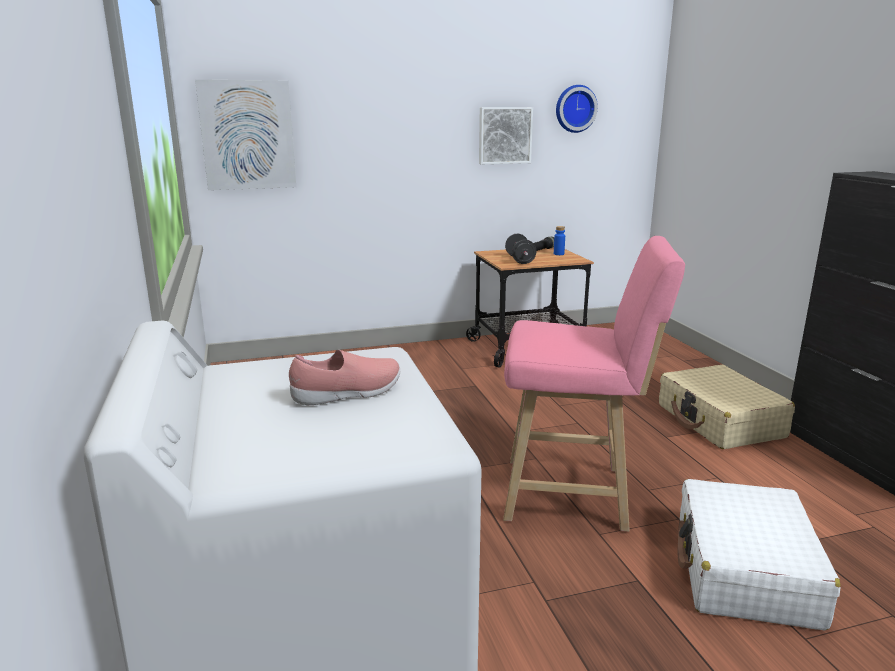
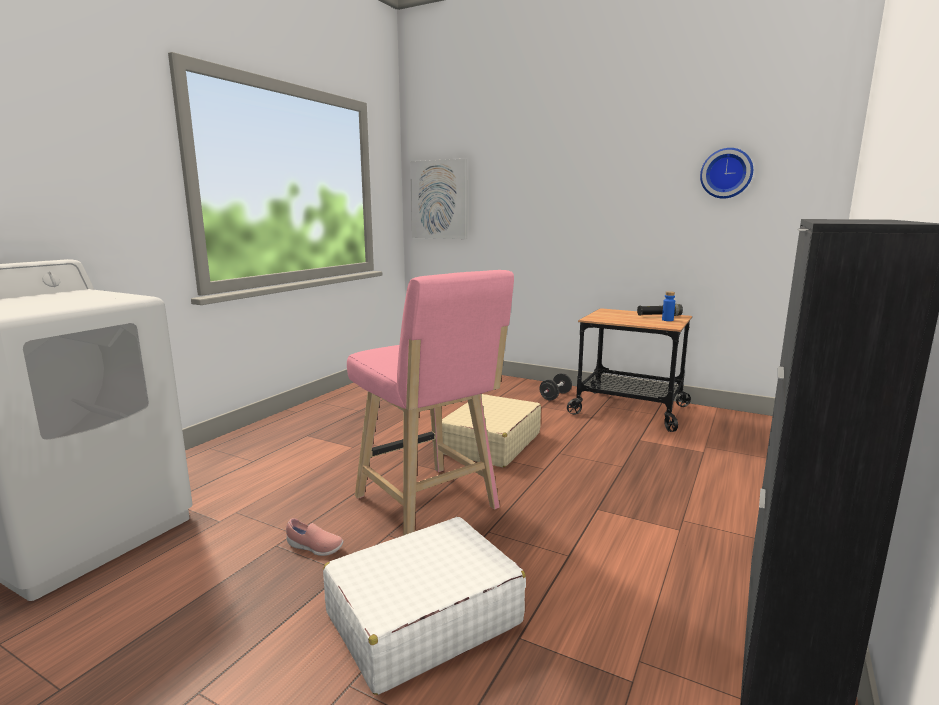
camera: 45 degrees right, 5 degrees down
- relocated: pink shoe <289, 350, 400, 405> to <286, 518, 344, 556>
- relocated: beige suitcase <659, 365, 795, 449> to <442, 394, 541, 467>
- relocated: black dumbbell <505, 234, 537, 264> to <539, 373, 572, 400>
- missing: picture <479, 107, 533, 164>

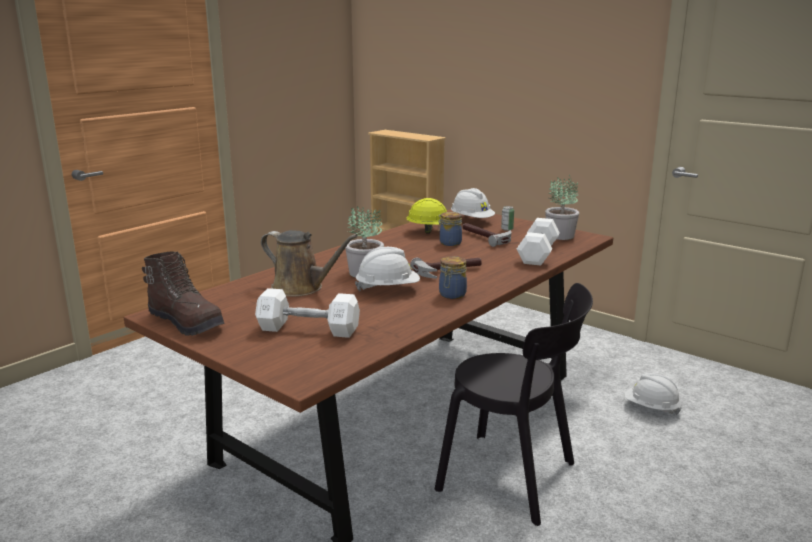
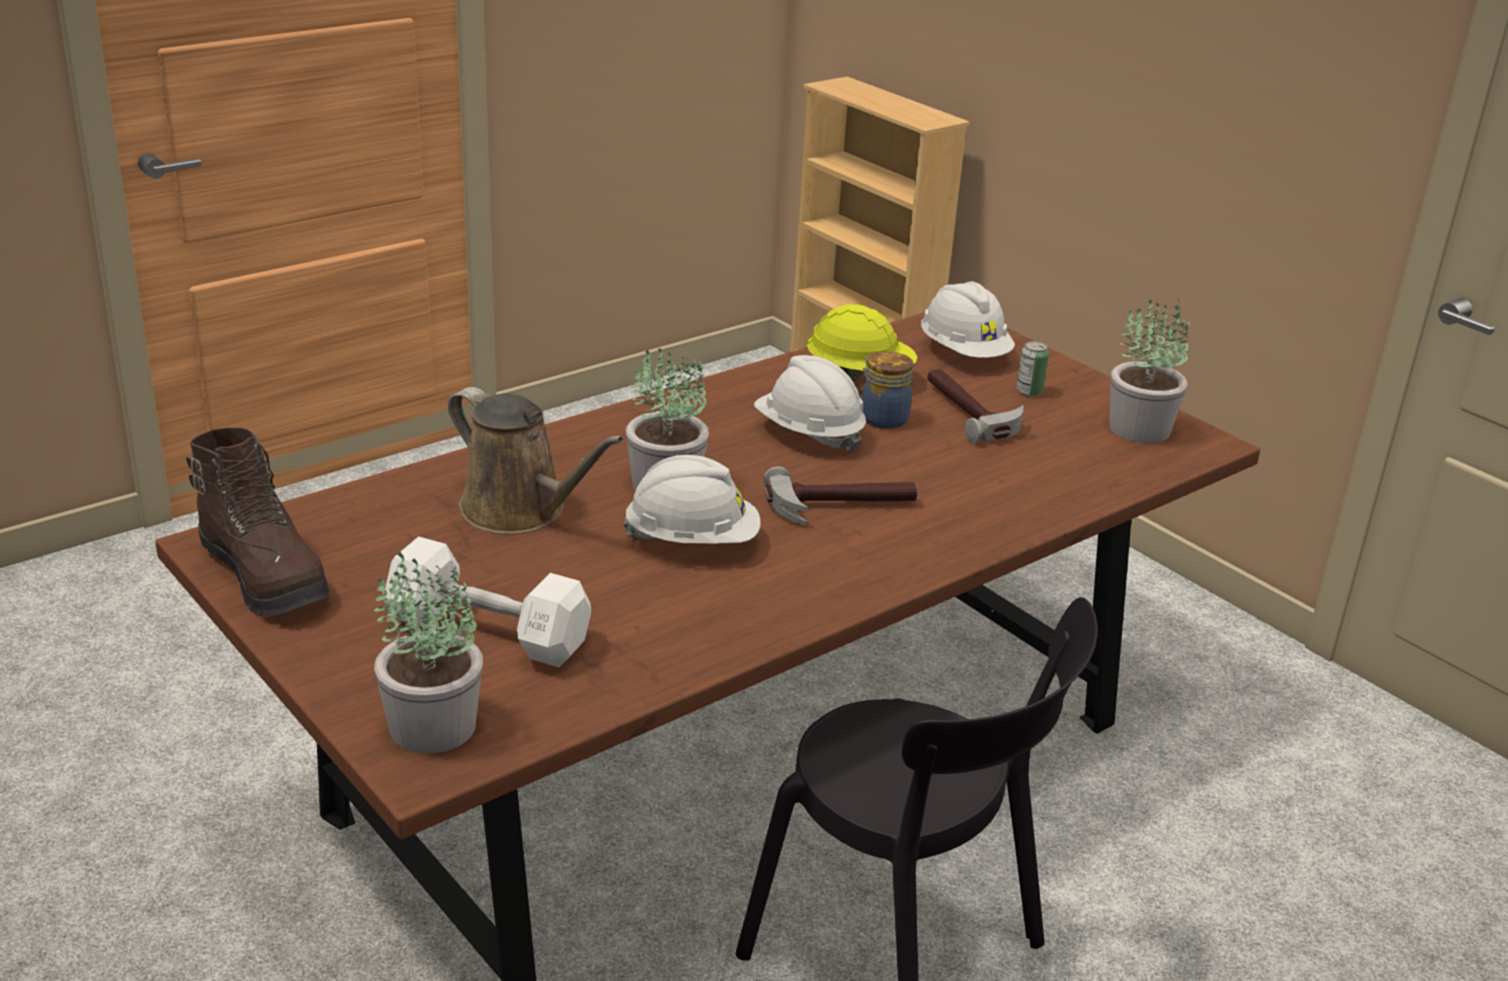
camera: 10 degrees right, 10 degrees up
- appeared: potted plant <374, 551, 483, 754>
- relocated: white hard hat <625, 373, 682, 415> to <754, 355, 866, 453>
- missing: jar <439, 256, 467, 299>
- missing: white dumbbell <517, 218, 560, 266>

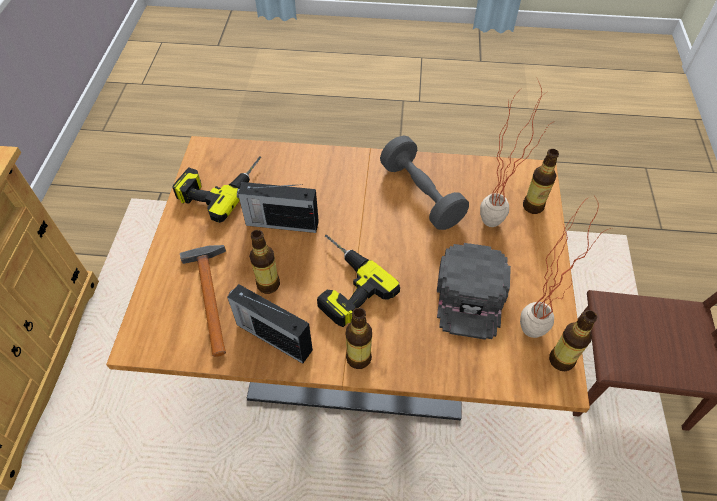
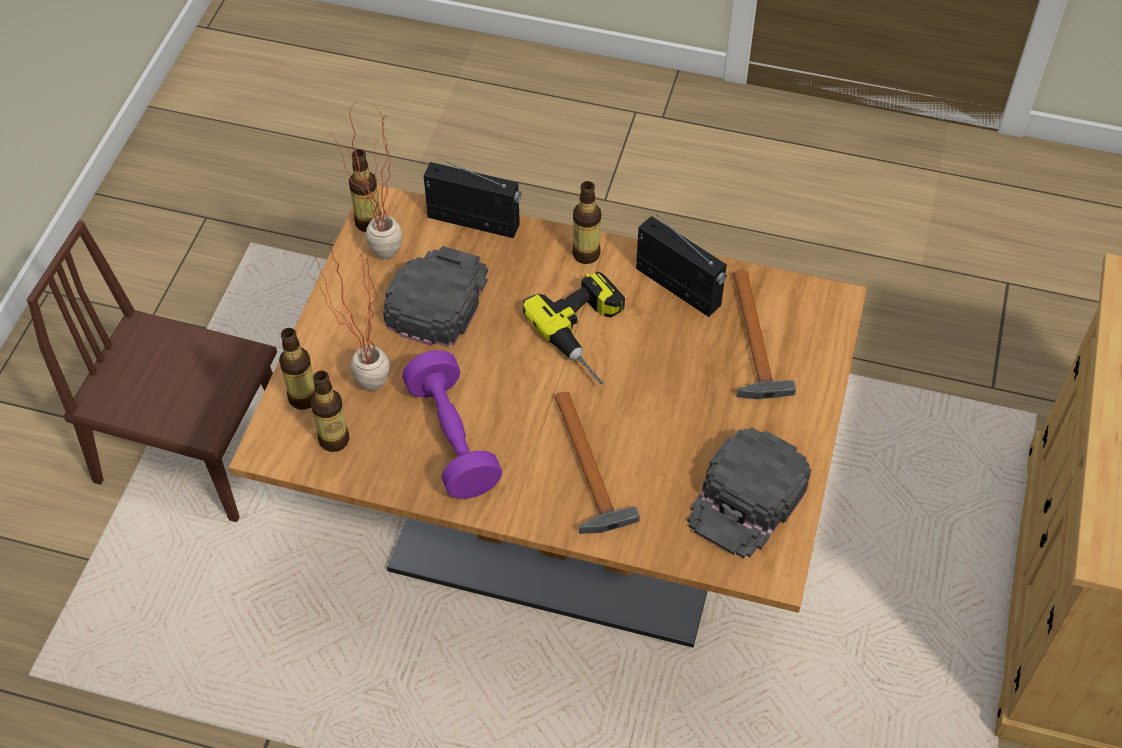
camera: 170 degrees left, 0 degrees up
- relocated: bottle <249, 230, 280, 294> to <310, 371, 349, 452>
- colour: grey dumbbell <380, 136, 469, 230> to purple dumbbell <402, 350, 502, 499>
- relocated: radio <237, 182, 319, 233> to <423, 158, 521, 238>
- appeared: hammer <554, 392, 640, 534>
- exchanged: power drill <172, 156, 261, 223> to black cap <687, 428, 811, 558>

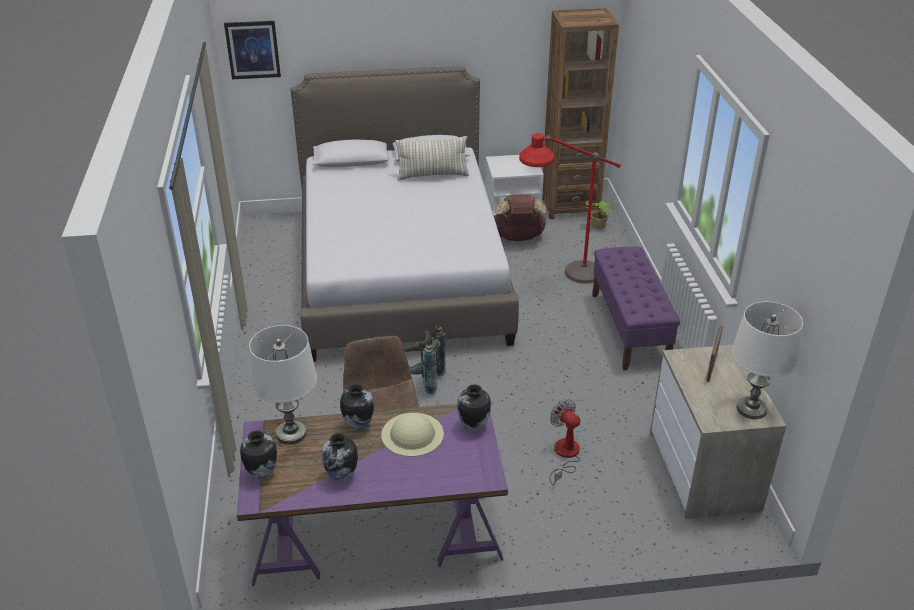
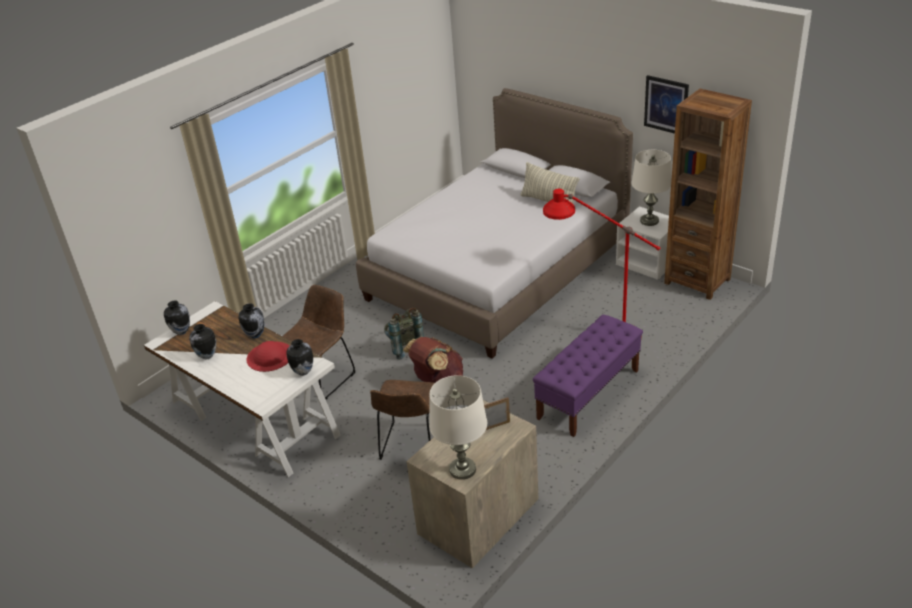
camera: 50 degrees right, 0 degrees up
- colour: purple desk <237, 404, 508, 586> to white desk <144, 301, 340, 477>
- colour: beige hat <381, 413, 444, 457> to red hat <247, 341, 289, 372>
- exchanged: fan <550, 399, 580, 486> to brown chair <370, 380, 435, 460>
- relocated: brown backpack <494, 195, 546, 241> to <403, 337, 463, 383>
- relocated: white table lamp <249, 325, 317, 445> to <632, 150, 672, 226>
- relocated: picture <224, 21, 281, 79> to <644, 75, 689, 134>
- missing: potted plant <584, 201, 611, 229>

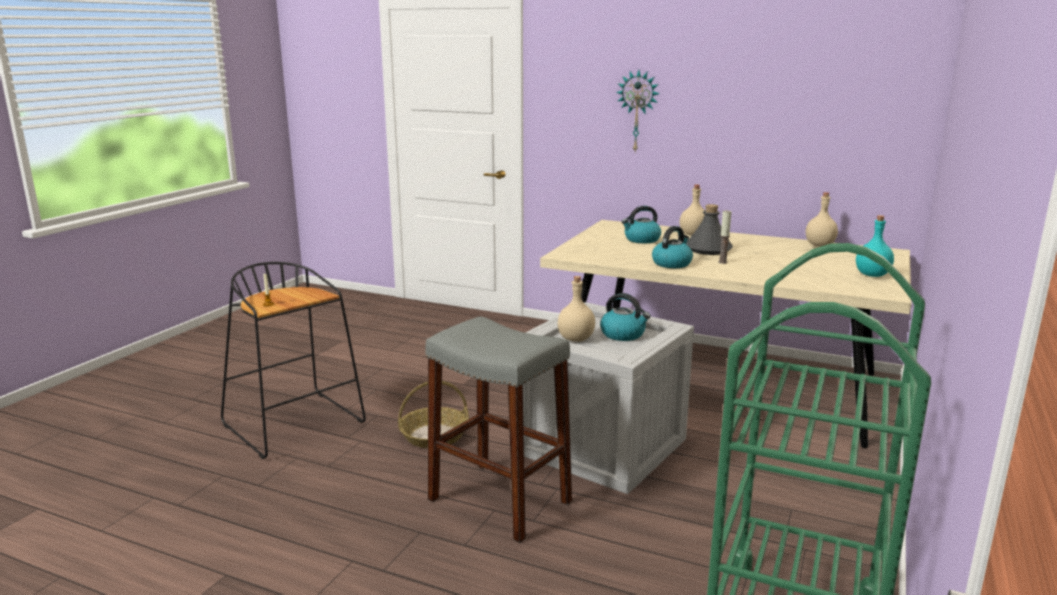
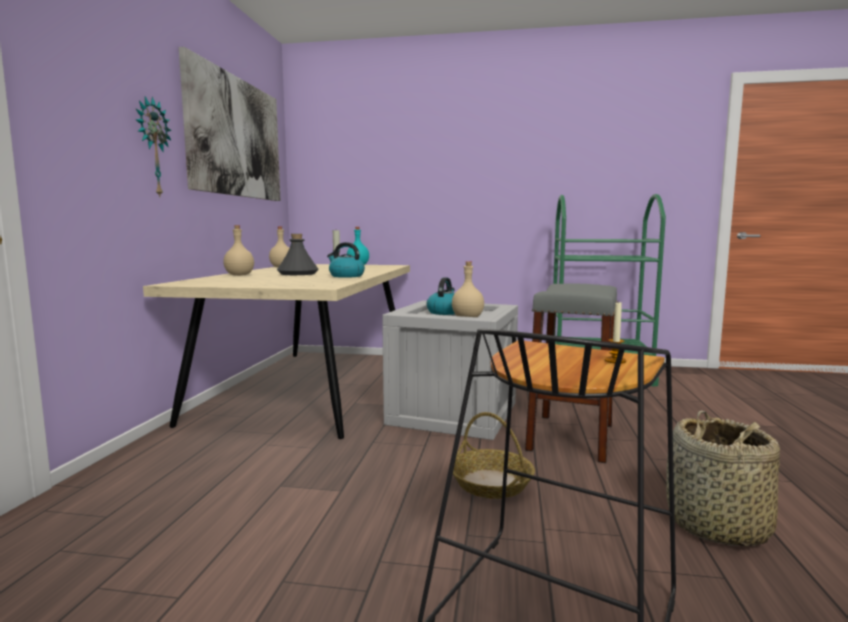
camera: 105 degrees left, 10 degrees down
- appeared: picture <179, 47, 281, 201>
- appeared: basket <666, 411, 780, 547>
- missing: kettle <622, 206, 661, 243>

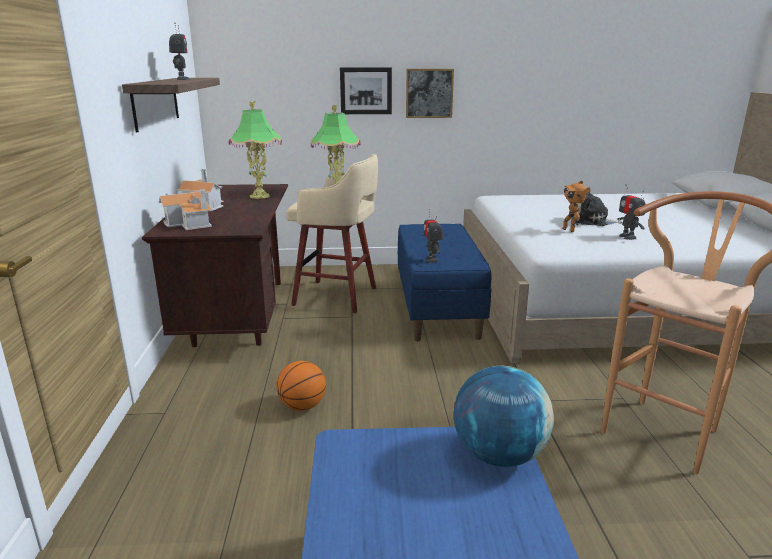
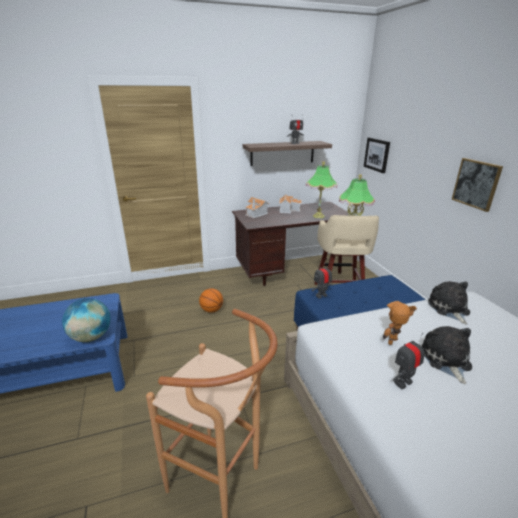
camera: 75 degrees right, 5 degrees up
- relocated: picture <340, 67, 392, 114> to <364, 137, 390, 173>
- appeared: plush toy <428, 281, 470, 324>

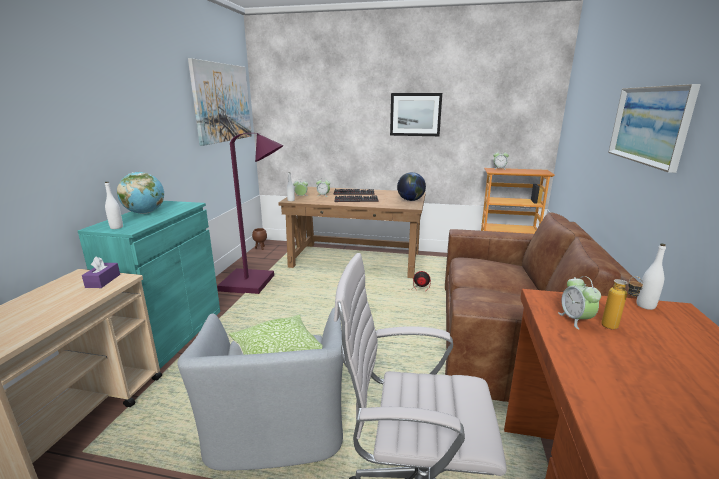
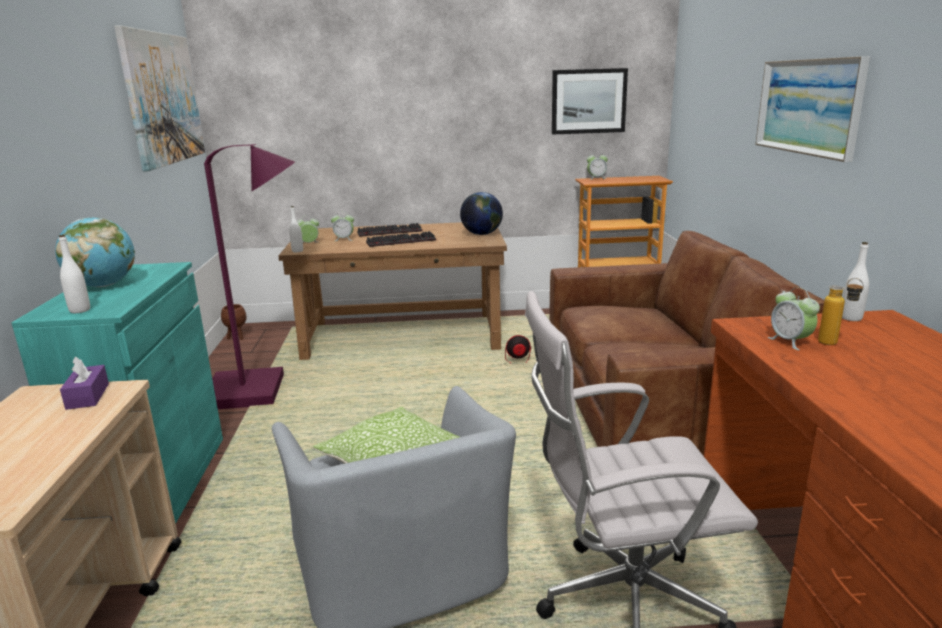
camera: 15 degrees left, 0 degrees up
- relocated: picture <390, 93, 442, 136> to <552, 68, 628, 134>

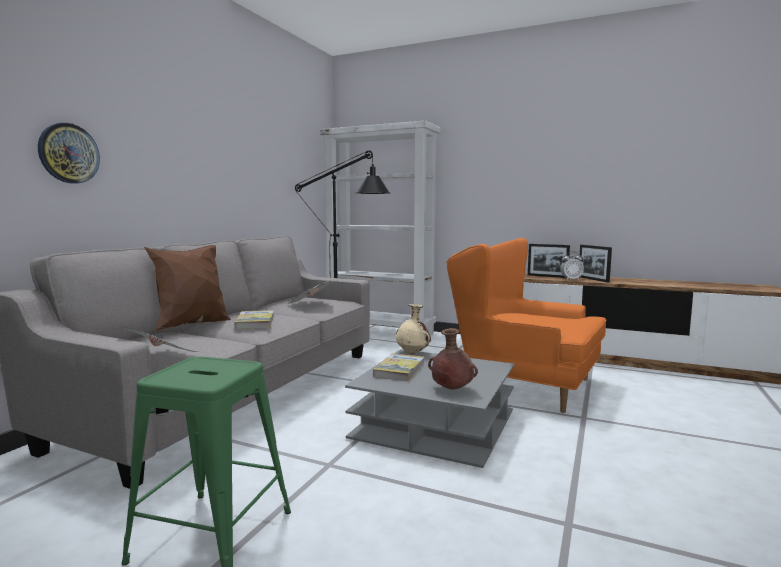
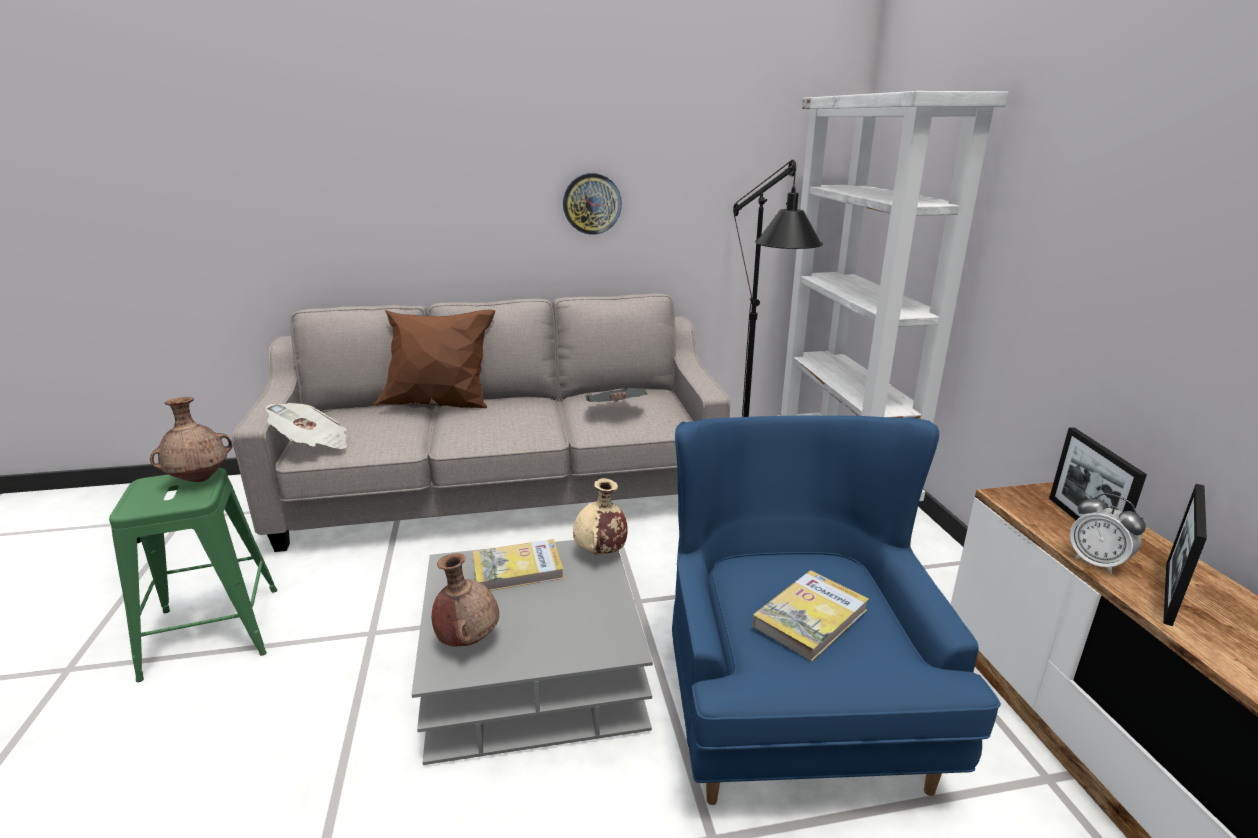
camera: 55 degrees right, 15 degrees up
- appeared: brown vase <150, 397, 232, 482>
- relocated: wall clock <38, 123, 100, 184> to <563, 173, 622, 235>
- colour: orange armchair <446, 238, 607, 413> to blue armchair <672, 415, 1001, 805>
- relocated: book <235, 310, 274, 329> to <752, 570, 869, 661>

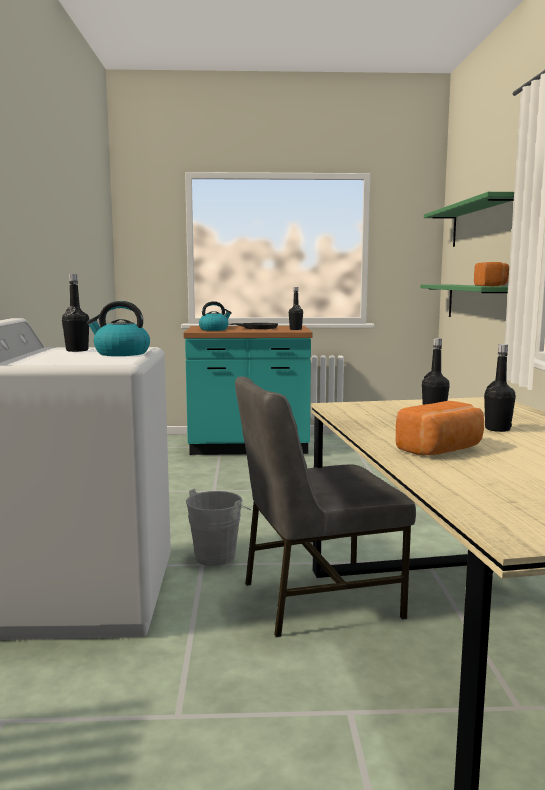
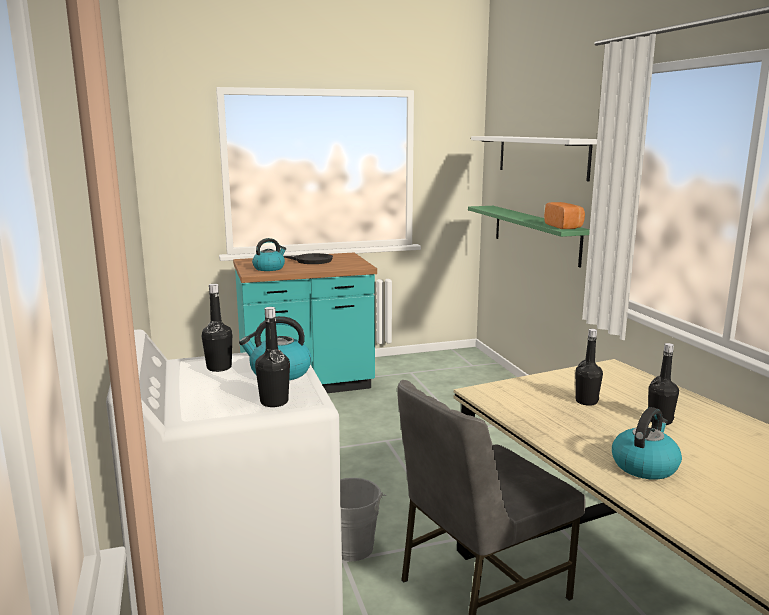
camera: 15 degrees left, 5 degrees up
- relocated: black bottle <289, 287, 303, 330> to <255, 307, 290, 407>
- colour: green shelf <424, 192, 514, 247> to white shelf <471, 136, 597, 182>
- exchanged: bread <396, 401, 484, 456> to kettle <612, 407, 682, 480>

